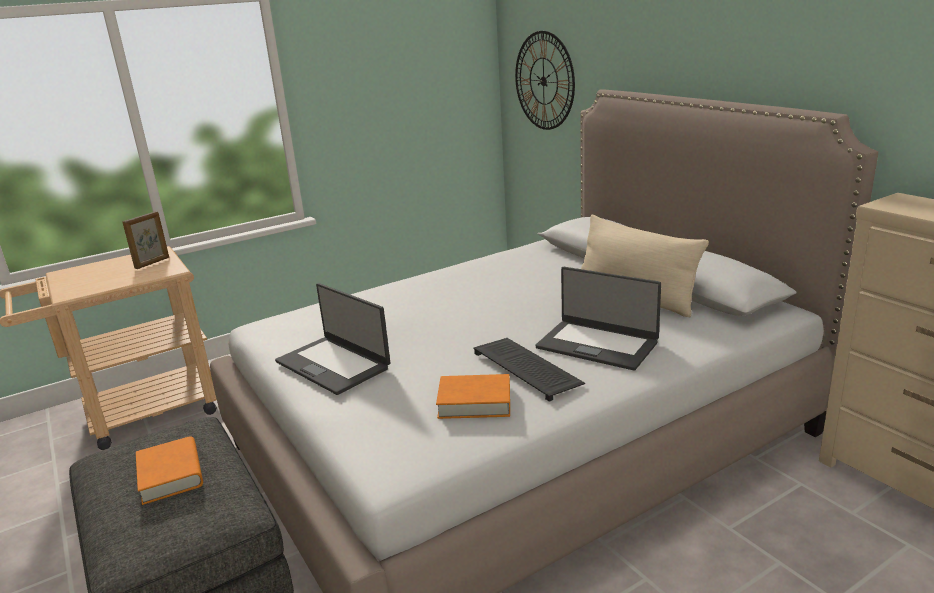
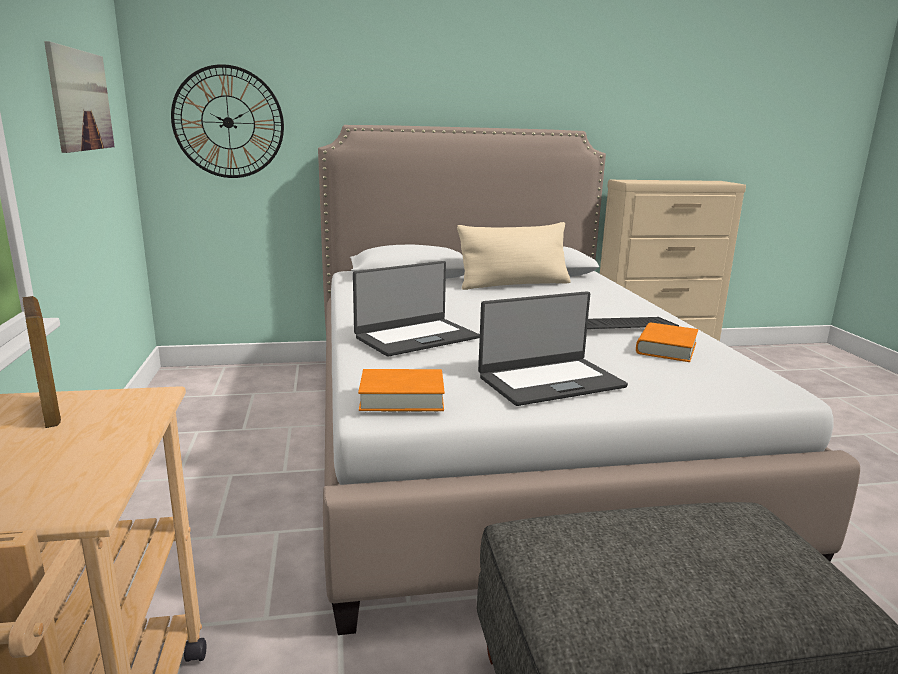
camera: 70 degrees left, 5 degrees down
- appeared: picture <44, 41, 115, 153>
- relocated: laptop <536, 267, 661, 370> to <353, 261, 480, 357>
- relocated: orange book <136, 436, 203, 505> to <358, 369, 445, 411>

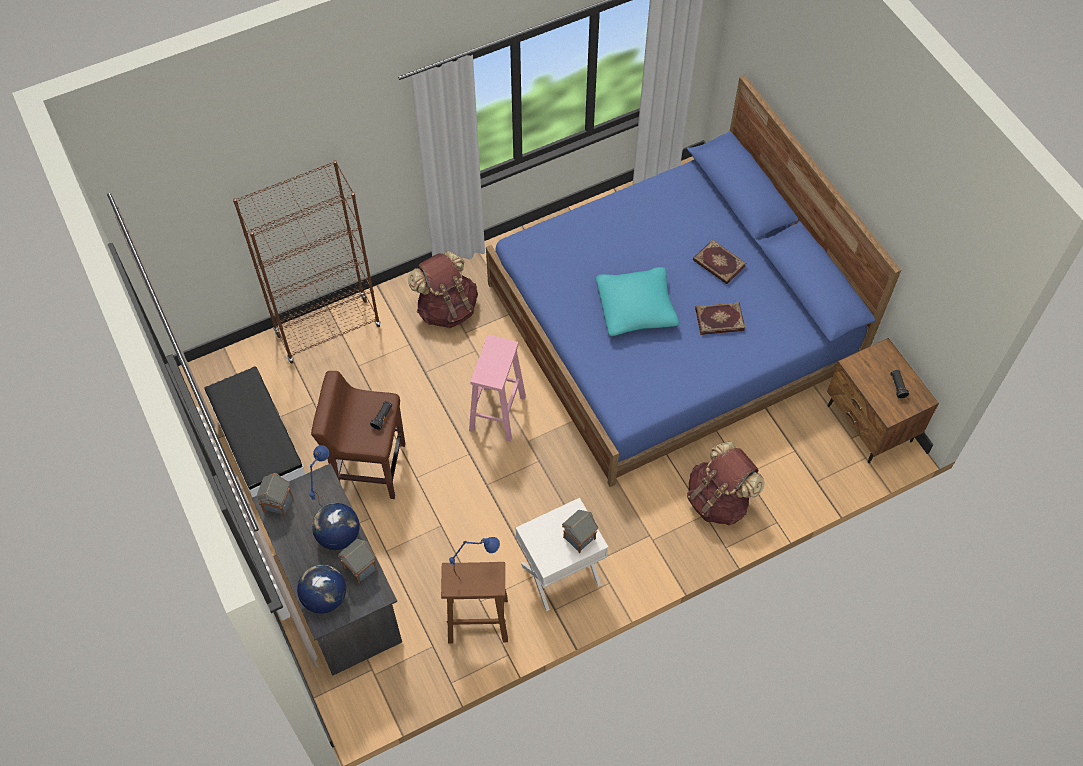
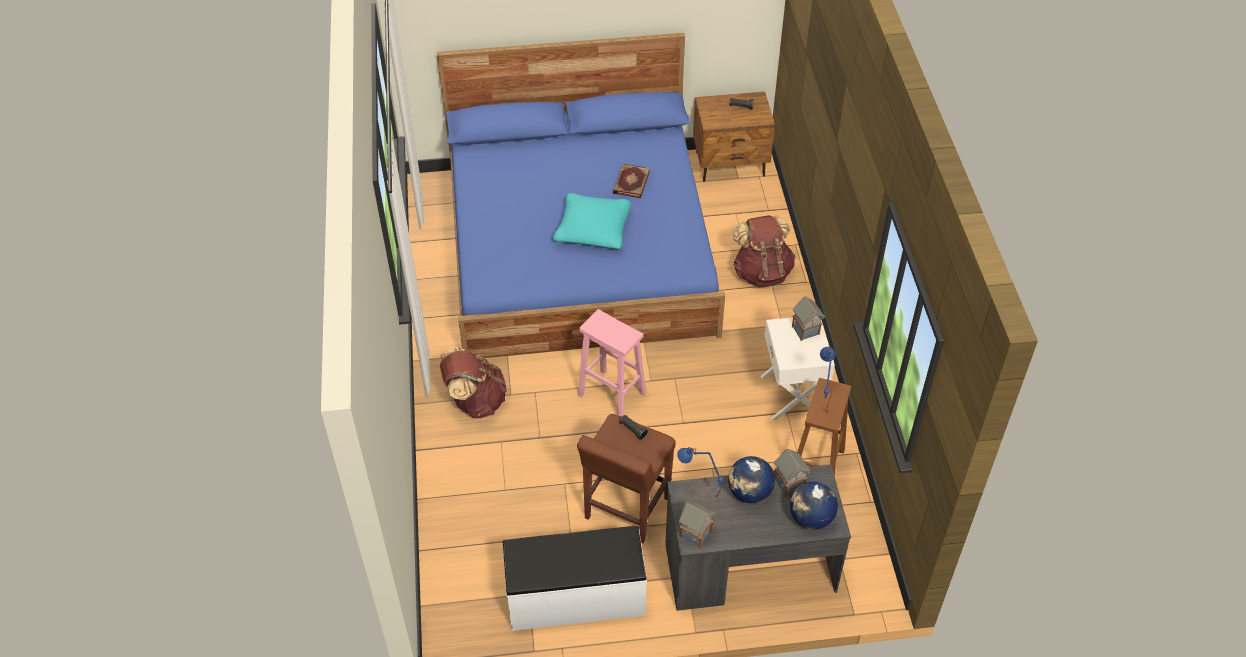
camera: 70 degrees left, 10 degrees down
- missing: brown bookcase <233, 160, 381, 364>
- missing: book <693, 240, 746, 284>

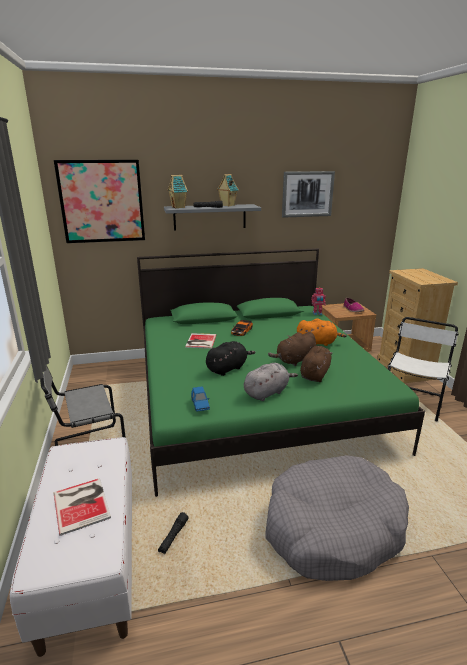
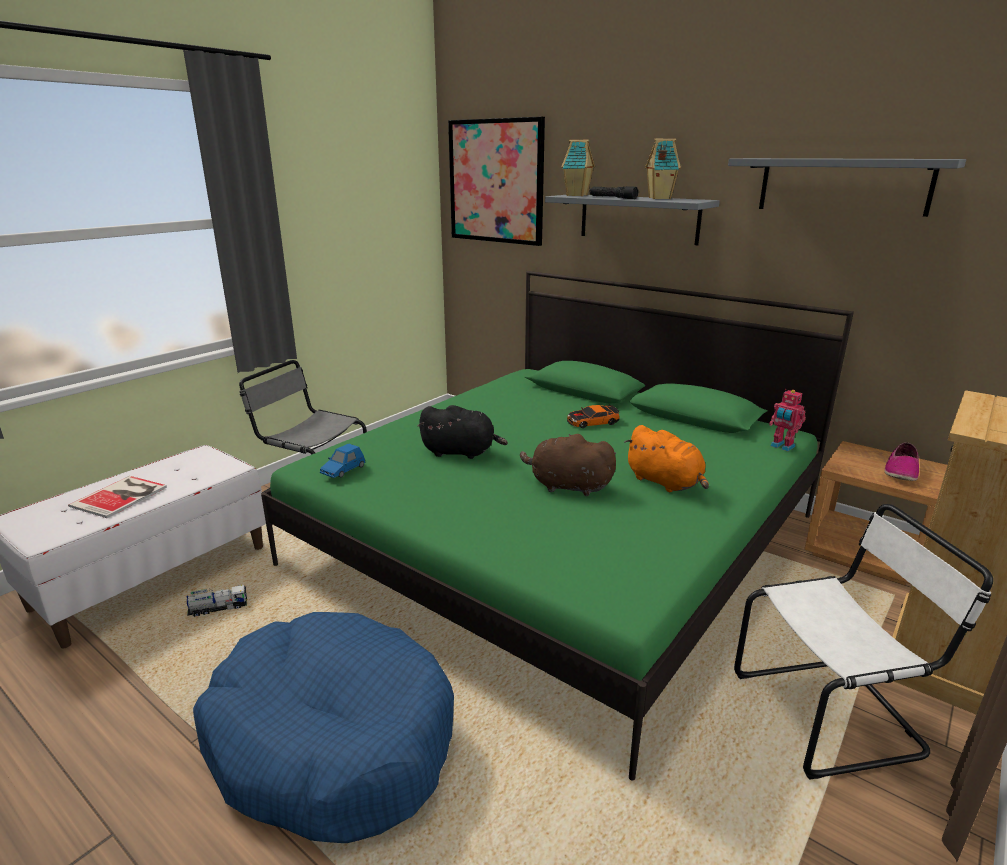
camera: 50 degrees right, 0 degrees up
- exchanged: black flashlight <158, 512, 189, 554> to toy truck <187, 585, 247, 617>
- colour: grey dog bed <265, 455, 409, 581> to blue dog bed <193, 612, 454, 843>
- exchanged: picture <282, 171, 335, 218> to grey shelf <728, 158, 966, 217>
- missing: book <185, 333, 217, 349>
- missing: grey plush toy <244, 363, 298, 401>
- missing: brown plush toy <300, 346, 333, 382>

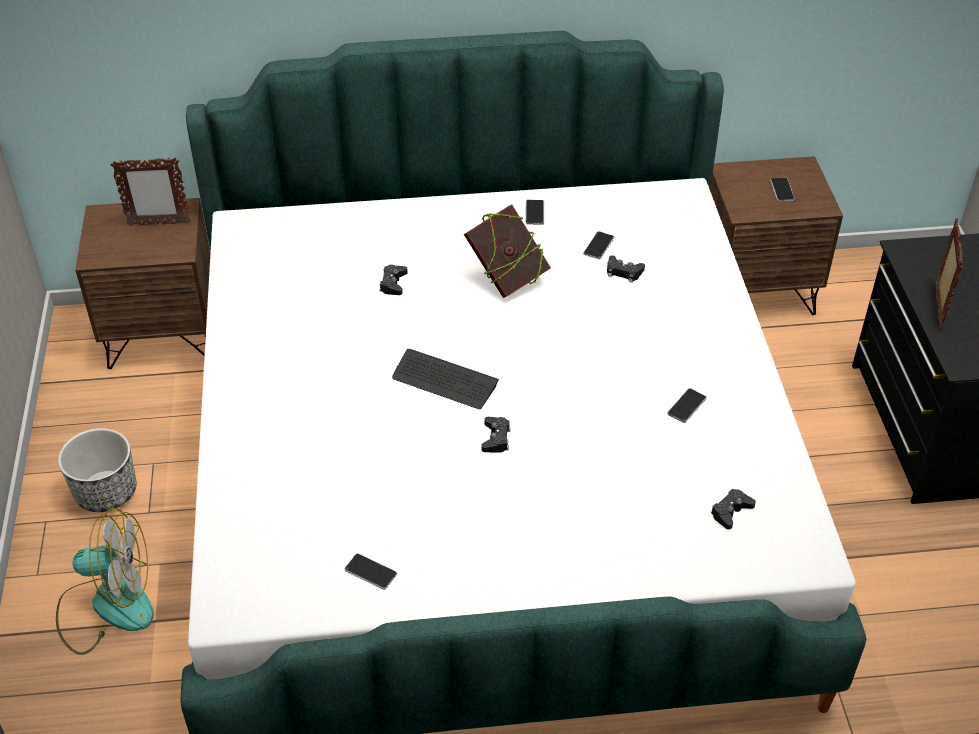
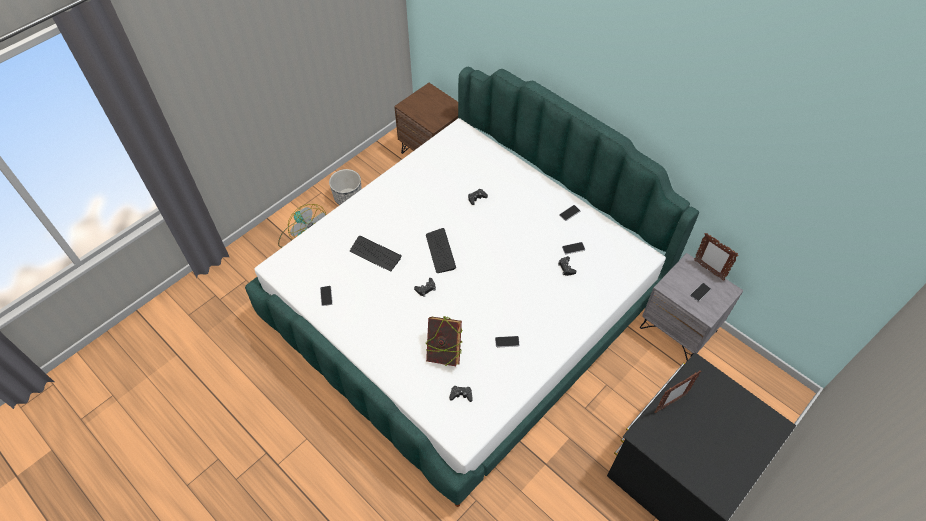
camera: 50 degrees right, 10 degrees up
- appeared: keyboard <350, 236, 402, 271>
- relocated: book <464, 204, 551, 298> to <426, 316, 462, 366>
- colour: brown nightstand <710, 156, 843, 315> to grey nightstand <640, 253, 743, 361>
- relocated: picture frame <111, 157, 191, 226> to <694, 233, 739, 281>

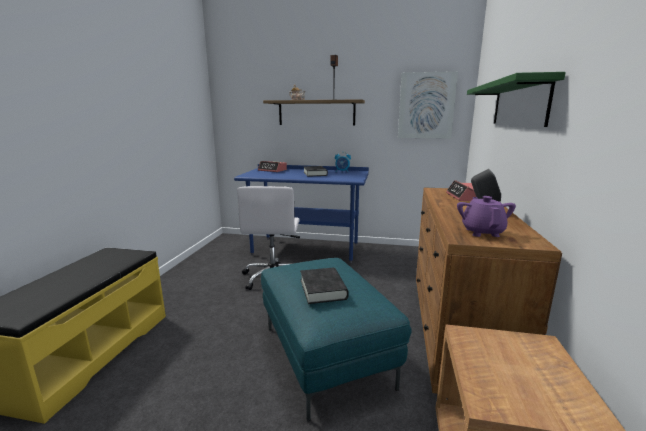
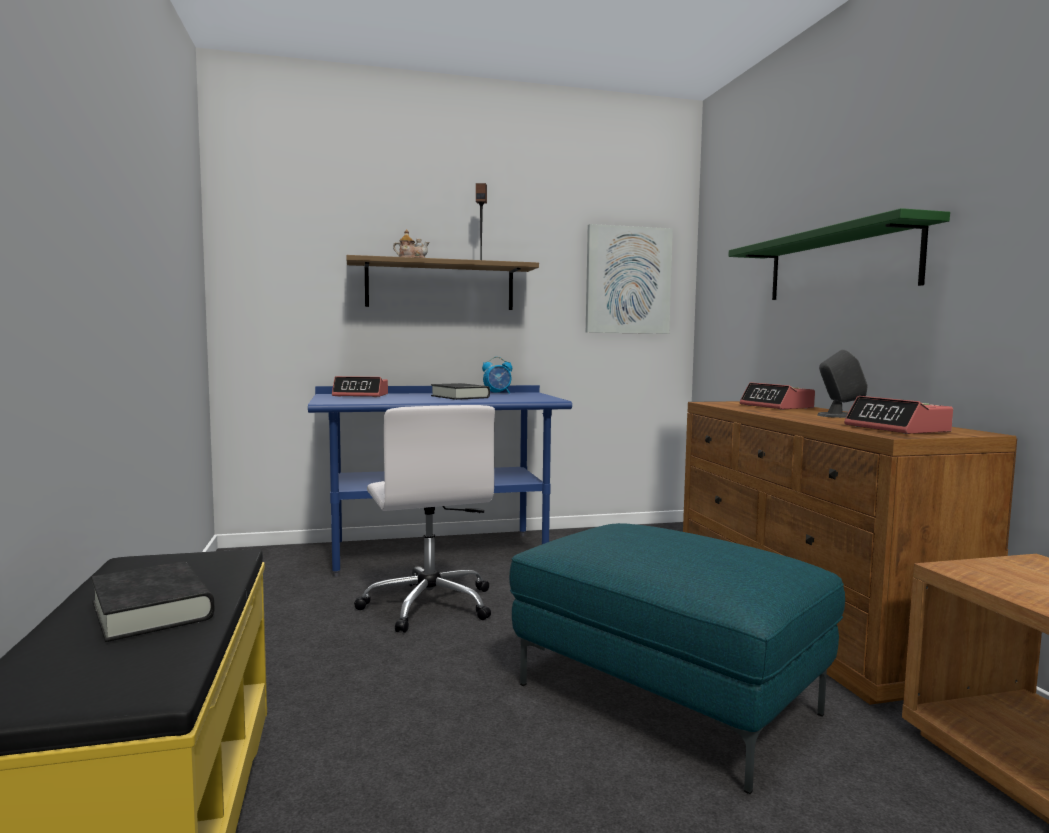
camera: 25 degrees left, 10 degrees down
- relocated: black book <300, 268, 349, 304> to <91, 562, 214, 642>
- exchanged: purple teapot <457, 196, 516, 237> to alarm clock <844, 396, 953, 434>

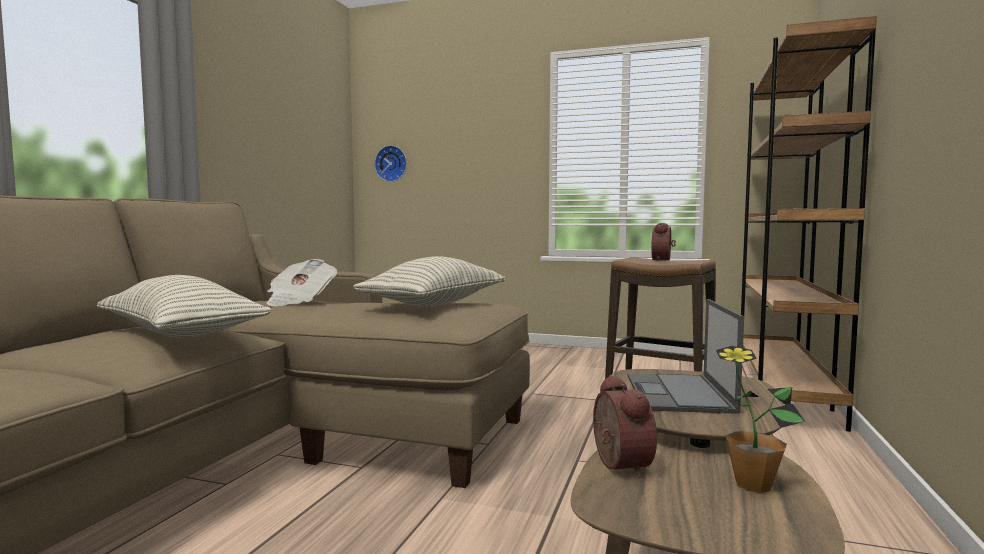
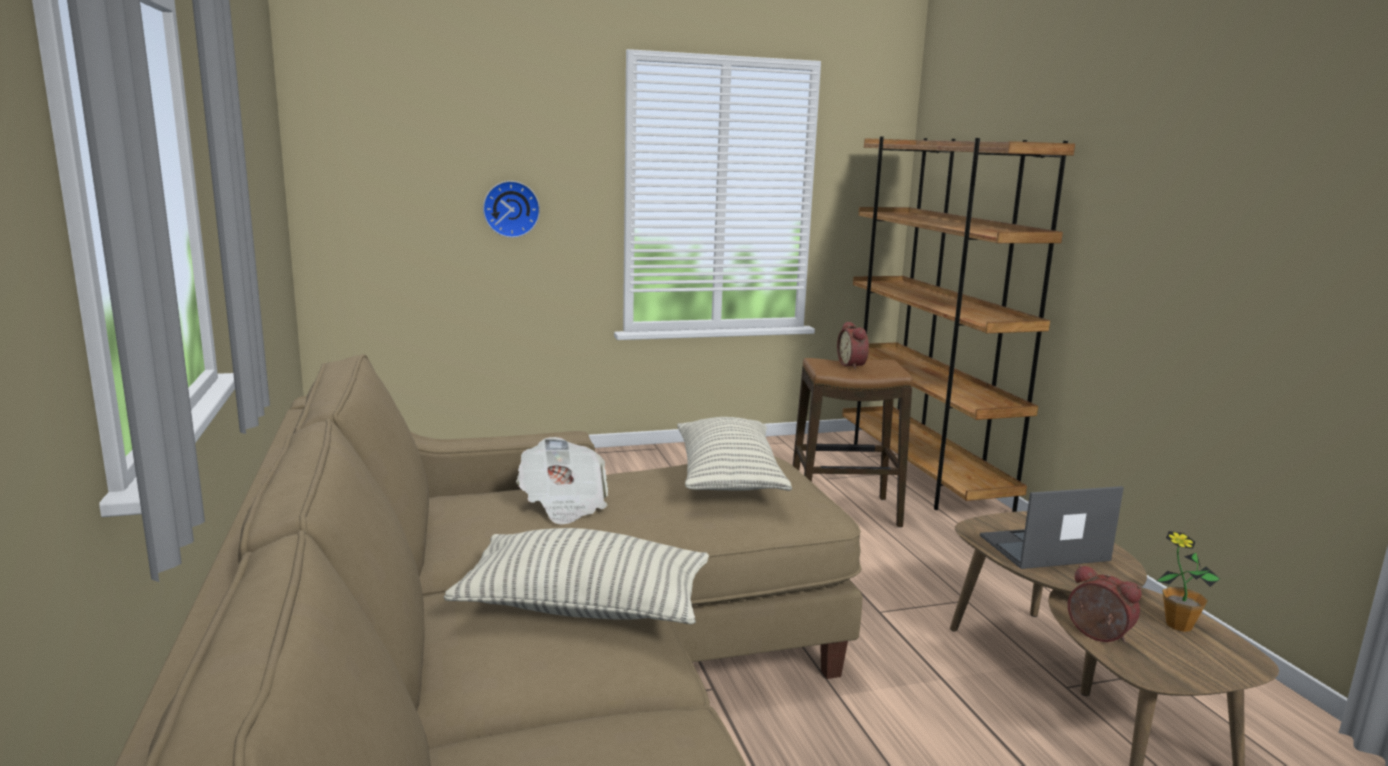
camera: 35 degrees left, 10 degrees up
- relocated: wall clock <374, 145, 407, 182> to <483, 181, 540, 238>
- spun: laptop <628, 299, 744, 414> = <980, 486, 1124, 569> 105 degrees clockwise

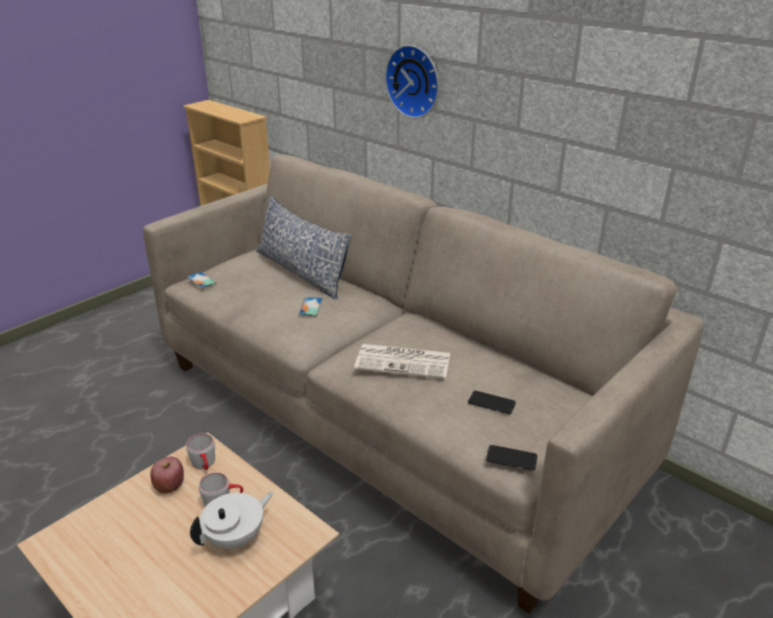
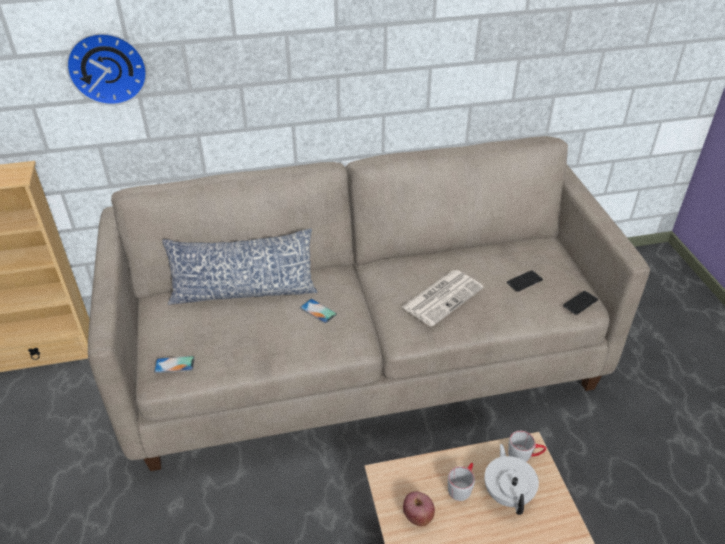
camera: 55 degrees left, 10 degrees up
- relocated: wall clock <385, 45, 439, 119> to <66, 33, 147, 105>
- relocated: grey mug <186, 433, 215, 470> to <508, 431, 546, 462>

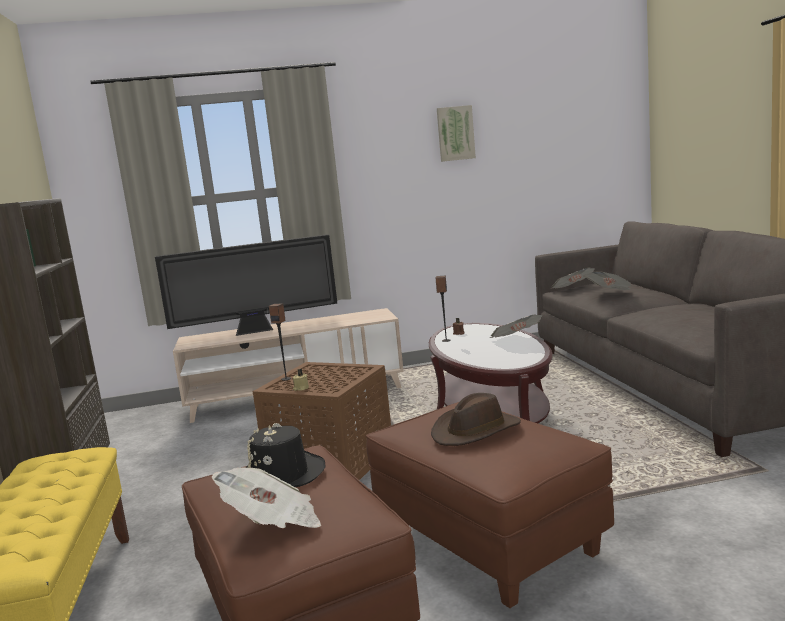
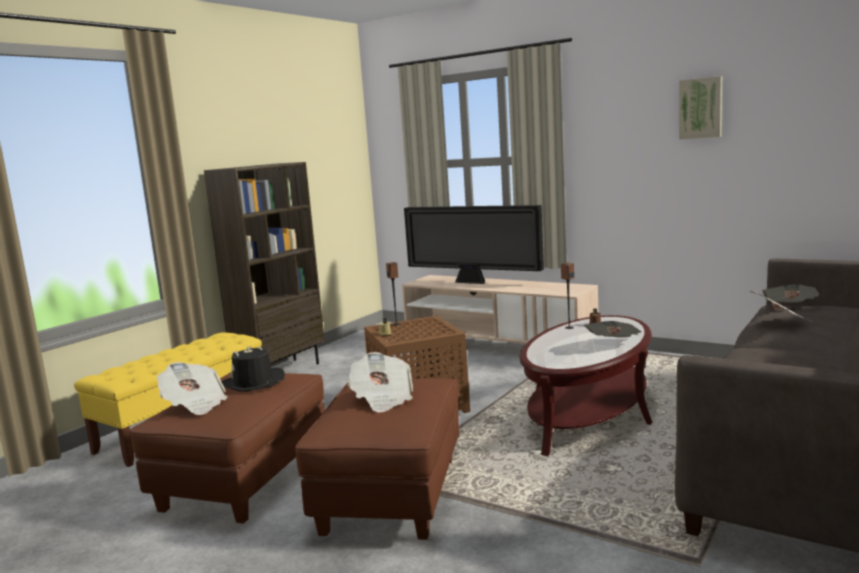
camera: 45 degrees right, 0 degrees up
- exchanged: brown hat <431, 393, 521, 446> to newspaper <348, 352, 413, 413>

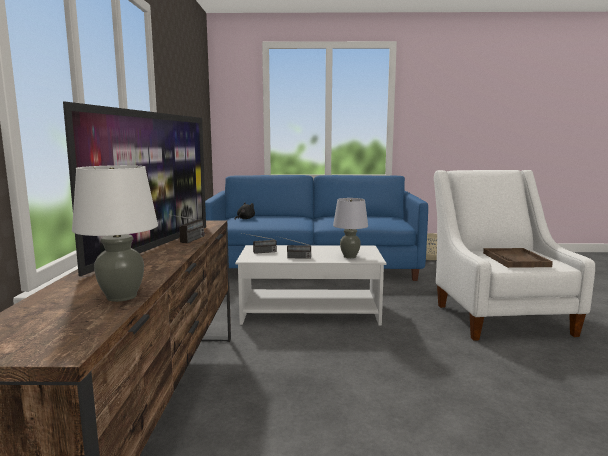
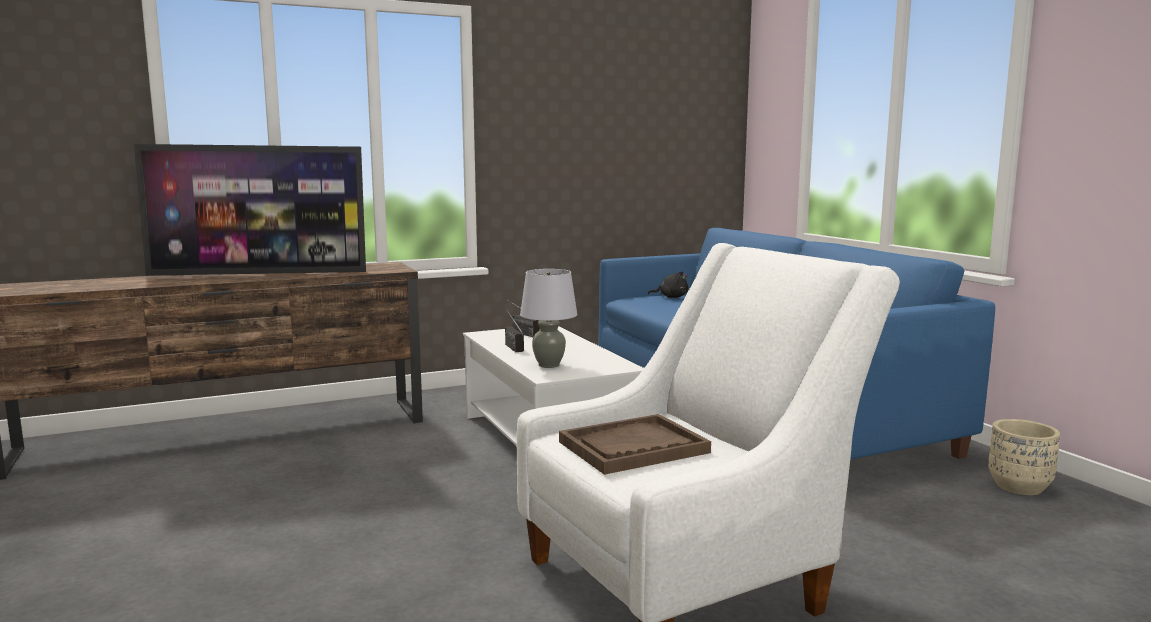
camera: 65 degrees right, 0 degrees up
- missing: white table lamp <72, 165, 158, 302>
- missing: radio <168, 214, 205, 243>

